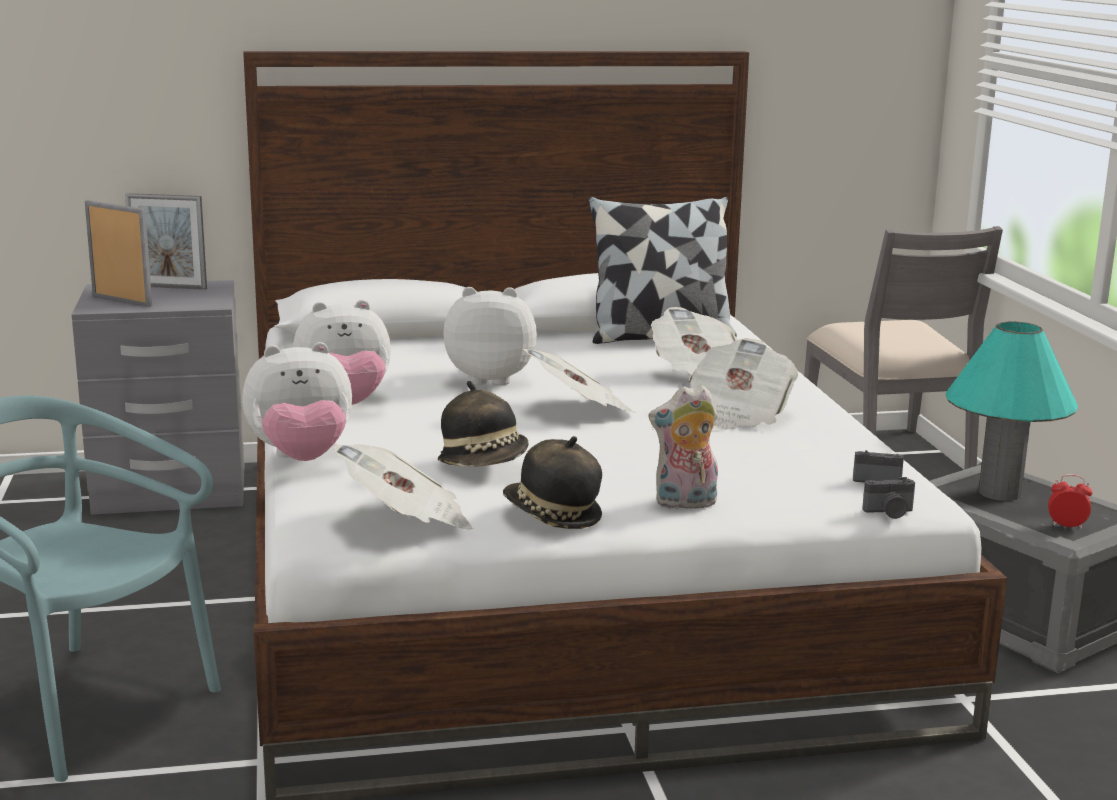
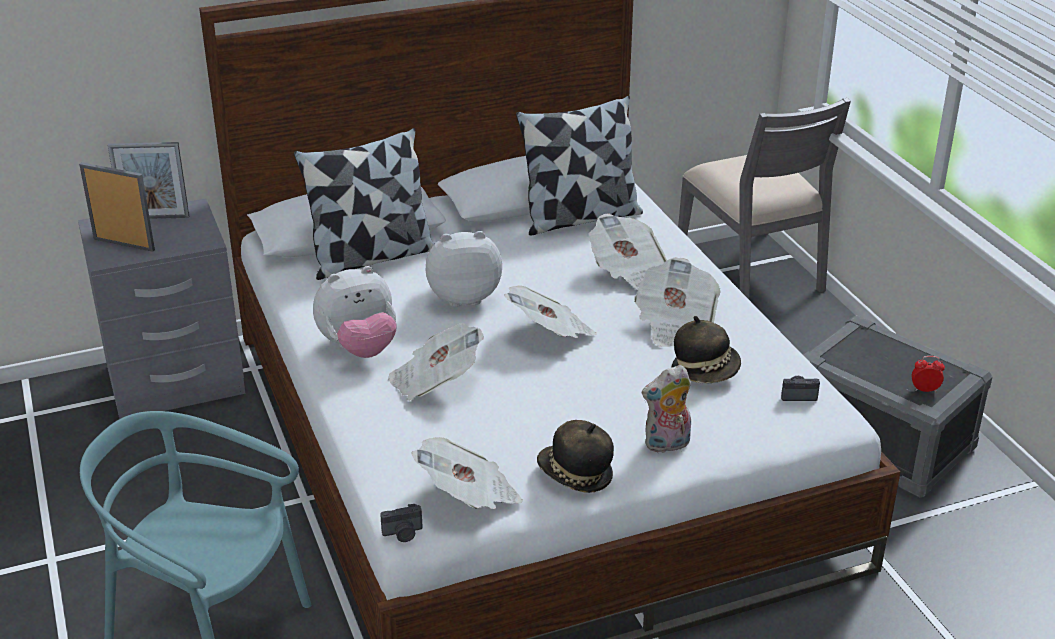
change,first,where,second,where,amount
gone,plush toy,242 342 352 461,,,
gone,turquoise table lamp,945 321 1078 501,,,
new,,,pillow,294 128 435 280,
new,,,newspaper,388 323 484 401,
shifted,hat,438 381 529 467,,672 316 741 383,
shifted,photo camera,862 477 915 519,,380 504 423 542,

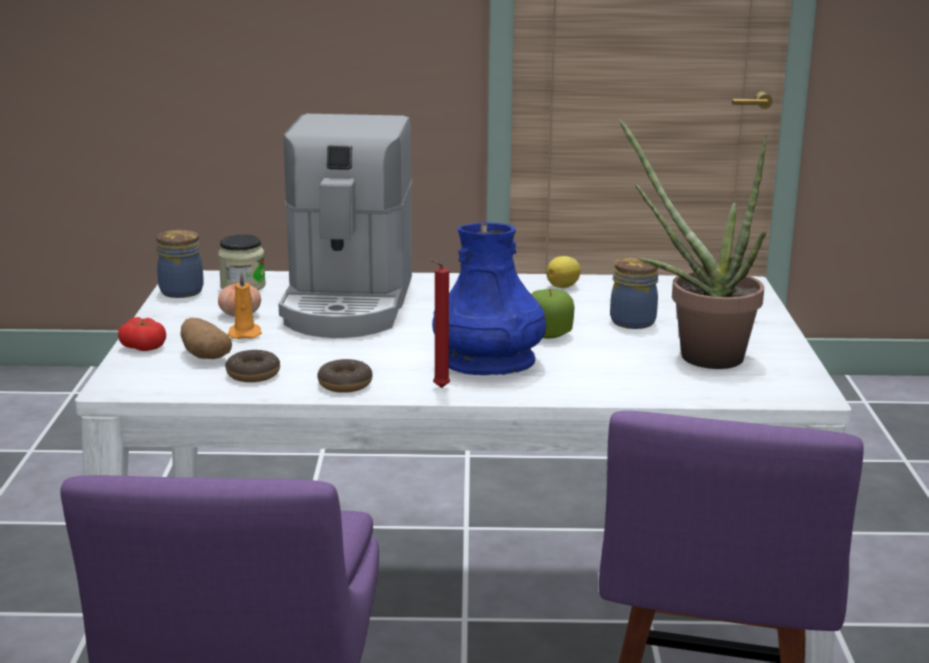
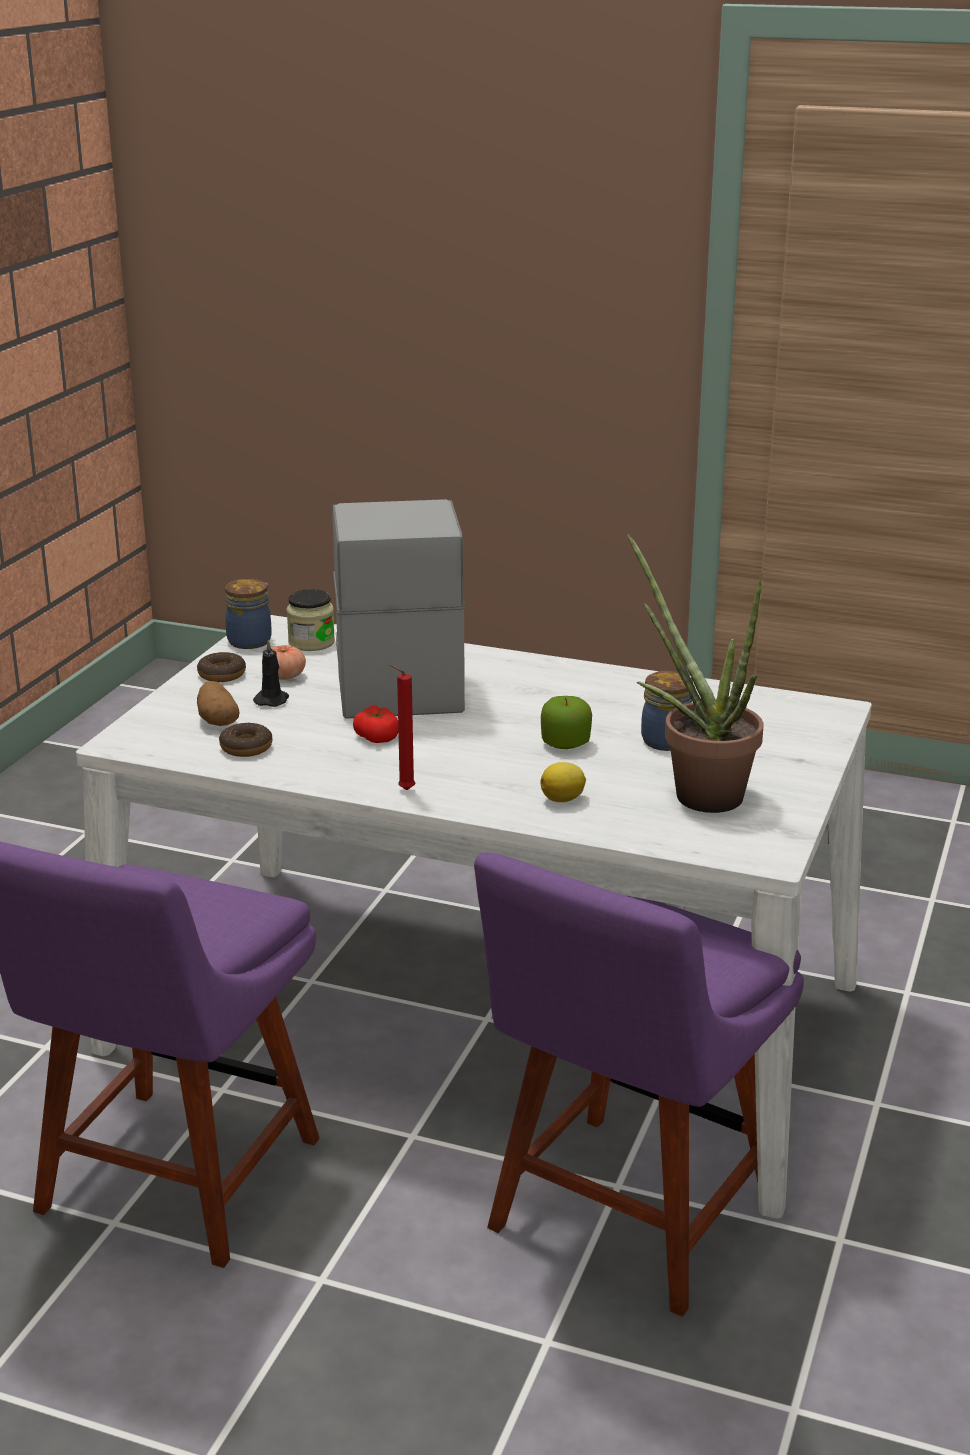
change,first,where,second,where,amount
gone,blue vase,432 222 546 375,,,
shifted,tomato,118 317 166 351,,353 706 398 743,
shifted,donut,317 359 372 393,,197 652 246 682,
shifted,lemon,546 256 581 288,,541 762 586 802,
repainted,orange candle,228 271 262 339,black candle,253 639 289 707,
rotated,coffee machine,278 114 412 338,,332 499 465 719,150 degrees clockwise

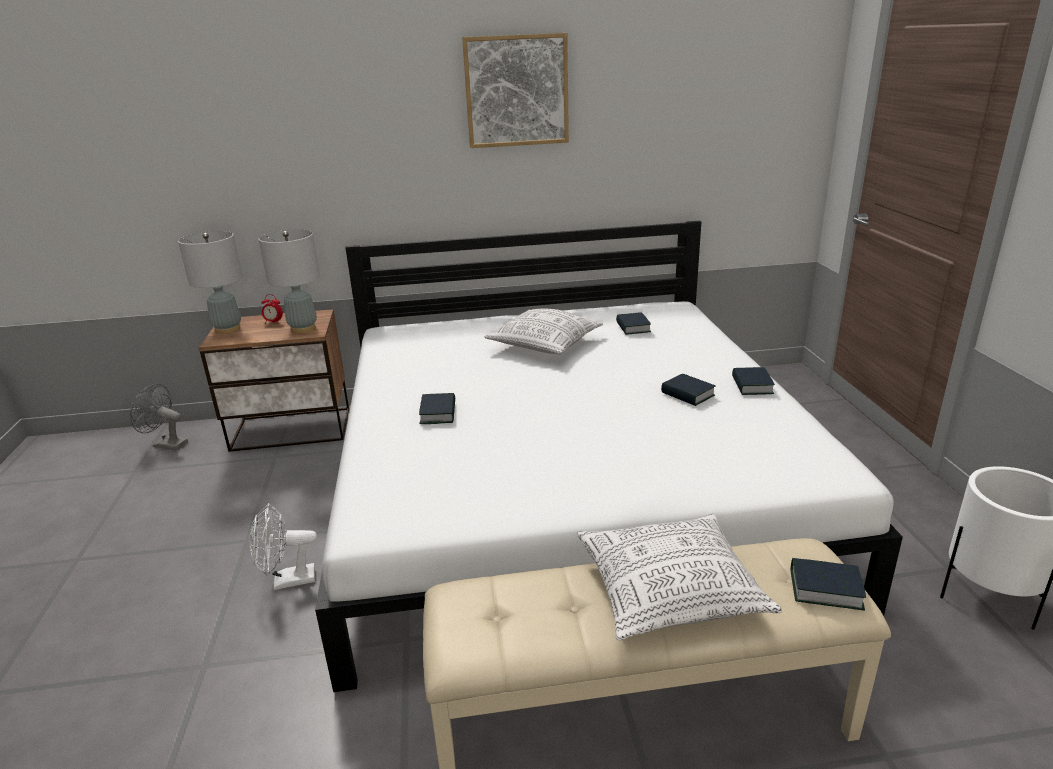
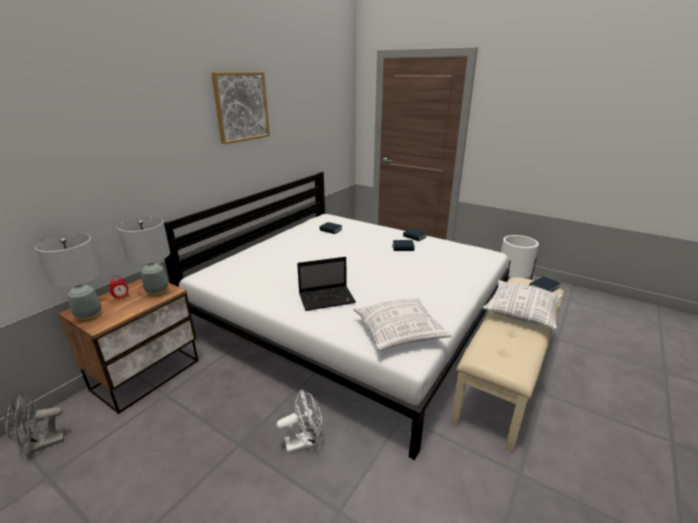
change,first,where,second,where,amount
shifted,pillow,484 309 603 355,,354 298 451 351,
swapped,book,419 393 455 424,laptop,297 257 356 311,
rotated,white fan,249 503 317 590,,277 390 322 453,135 degrees counterclockwise

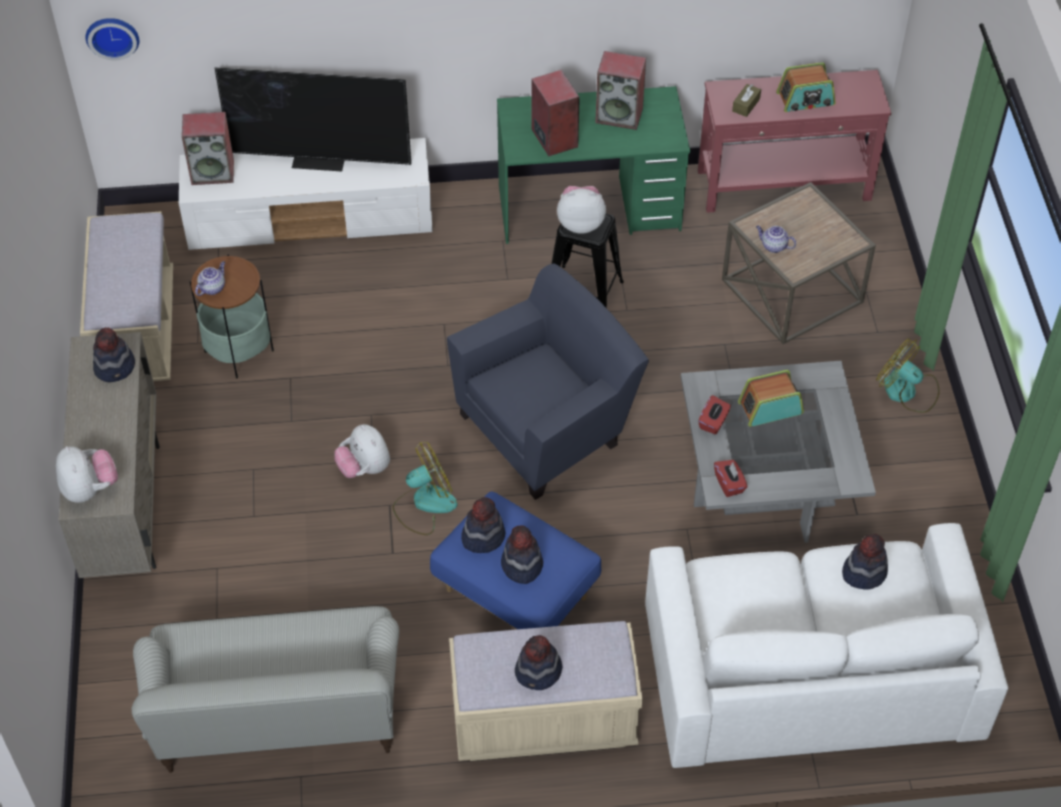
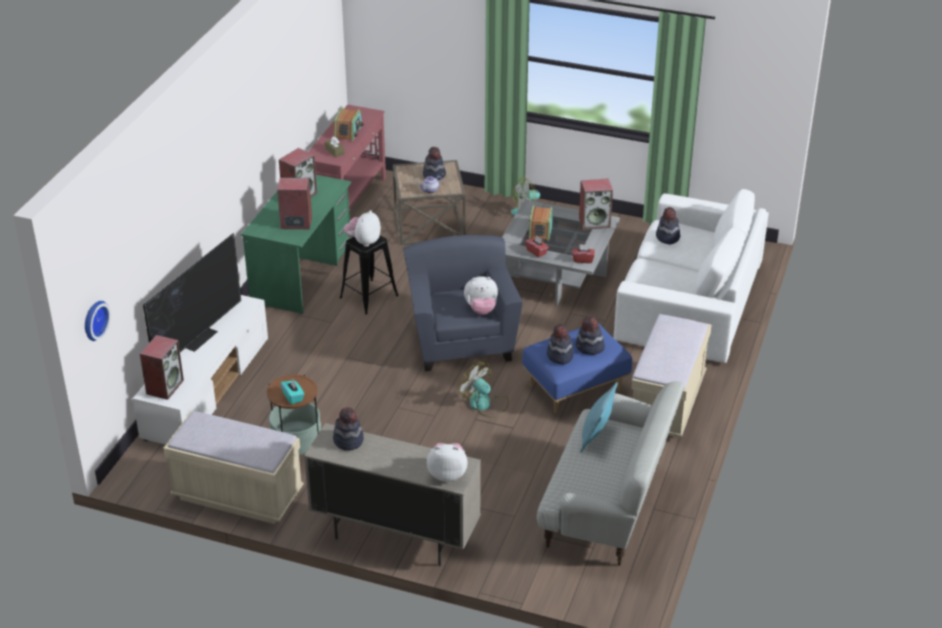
change,first,where,second,where,amount
new,,,speaker,579 178 613 230,
new,,,turquoise pillow,580 382 618 453,
shifted,plush toy,334 424 390 478,,464 276 498 315,
shifted,hat,515 635 562 690,,423 147 446 180,
swapped,teapot,195 261 225 296,turquoise tissue box,281 379 304 404,
rotated,fan,393 442 458 535,,458 362 509 418,45 degrees counterclockwise

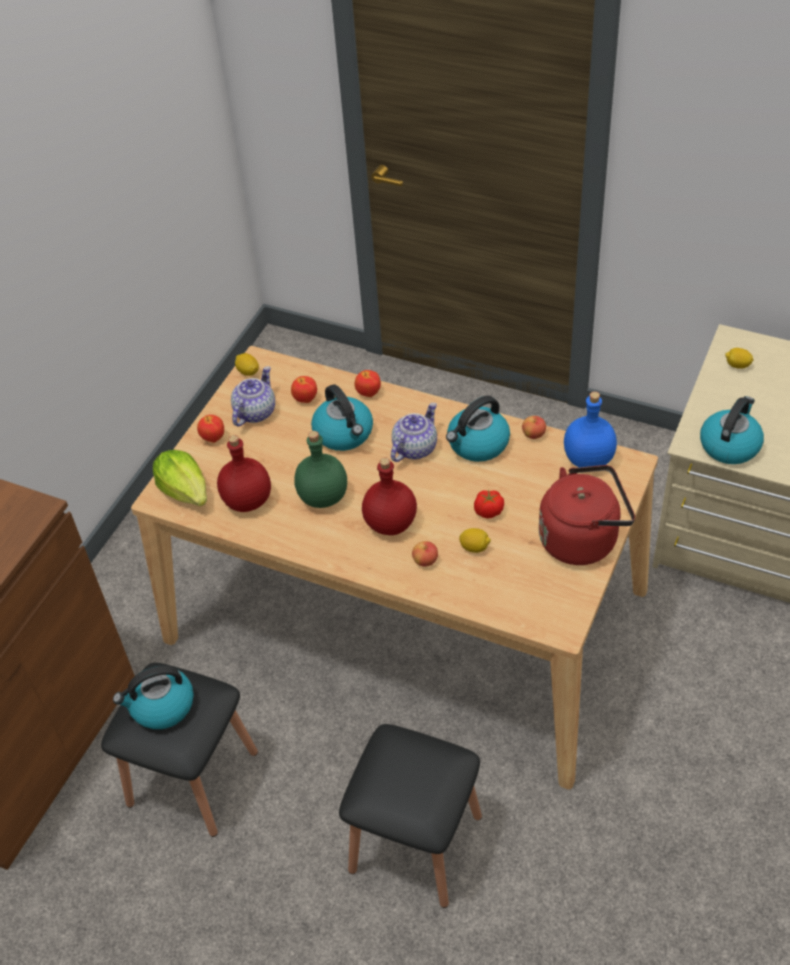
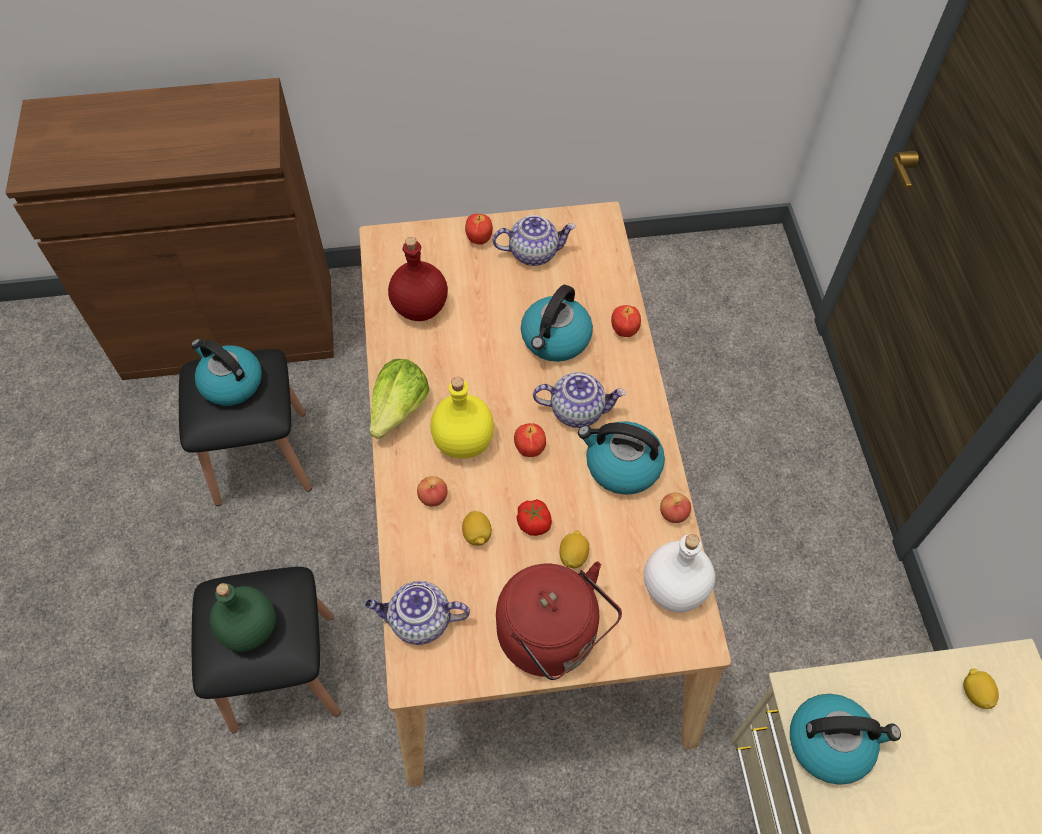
change,first,where,second,where,amount
new,,,teapot,365 581 470 645,
shifted,lettuce,153 450 207 506,,369 359 429 439,
shifted,lemon,235 353 259 376,,560 530 589 569,
shifted,apple,291 376 317 403,,514 423 546 457,
shifted,green bottle,294 431 347 508,,210 583 276 652,
repainted,red bottle,362 457 417 535,yellow bottle,431 377 494 459,
repainted,blue bottle,564 392 617 467,white bottle,644 534 715 613,

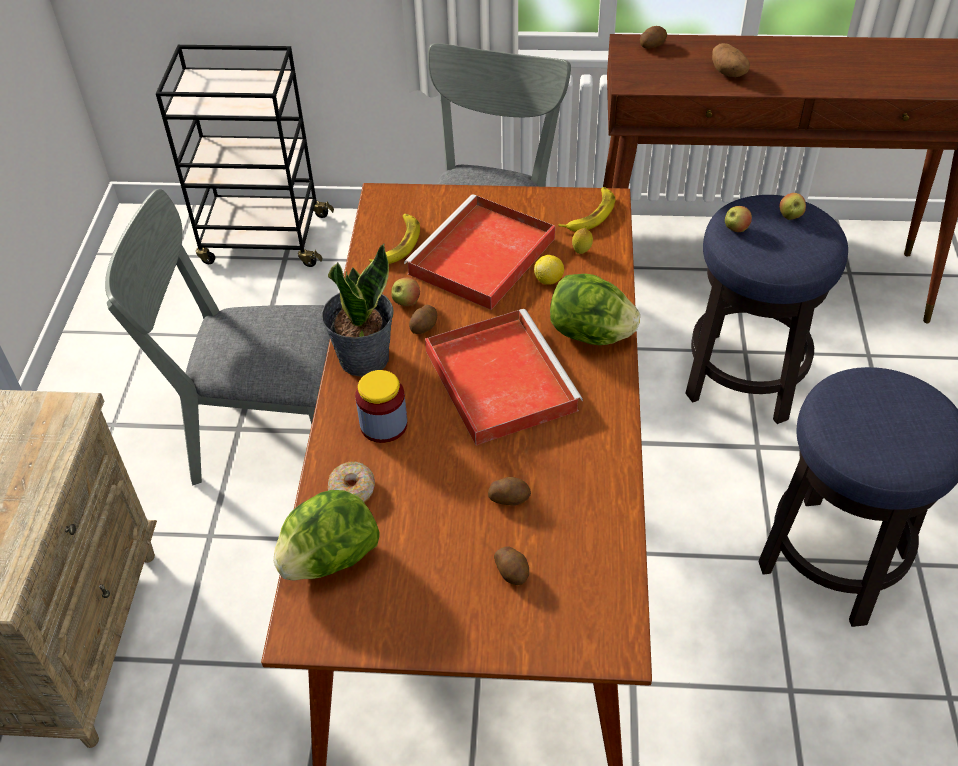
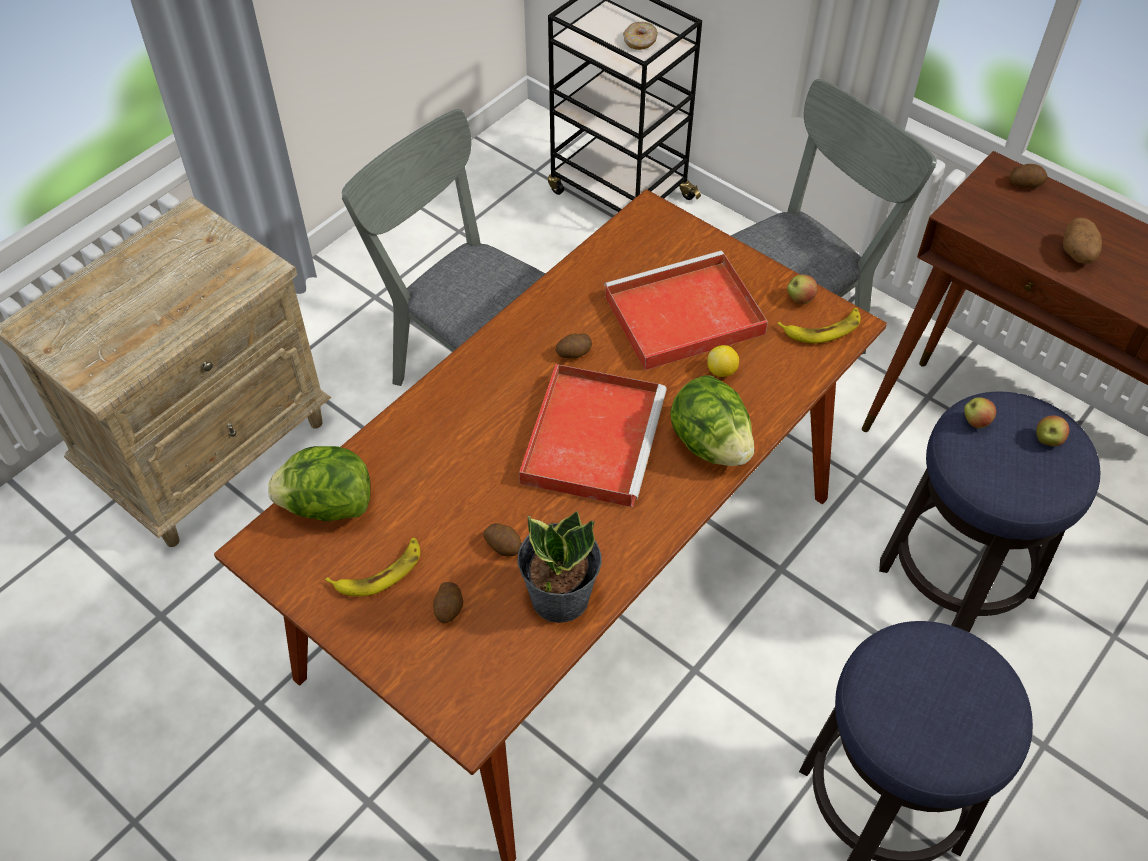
change,first,where,second,where,amount
gone,jar,355 370 407 443,,,
gone,lemon,572 228 593 254,,,
shifted,potted plant,321 244 394 377,,517 511 602 623,
shifted,donut,328 462 375 503,,623 22 658 50,
shifted,banana,370 214 420 264,,325 538 420 596,
shifted,apple,391 277 420 306,,787 275 818 305,

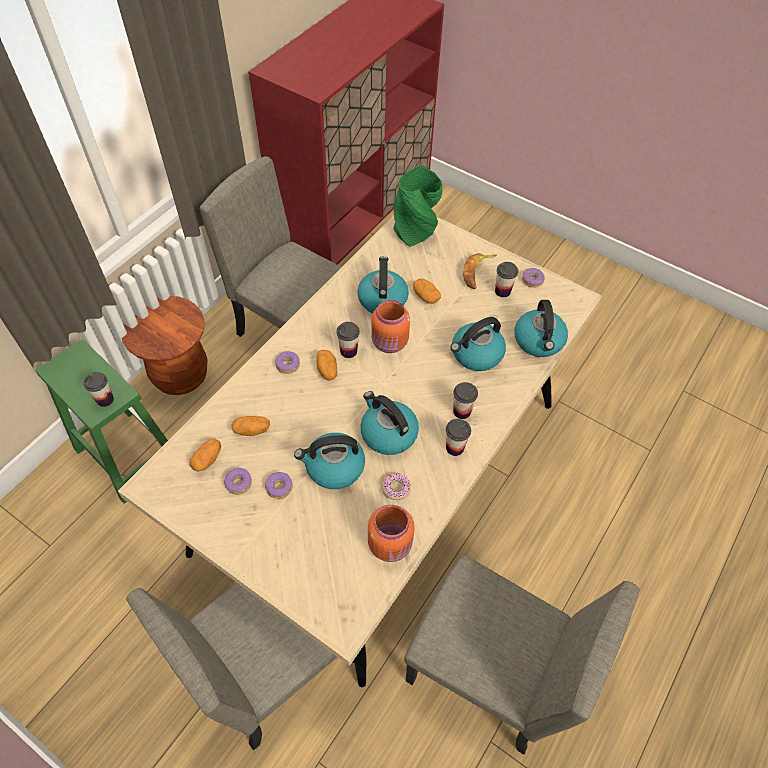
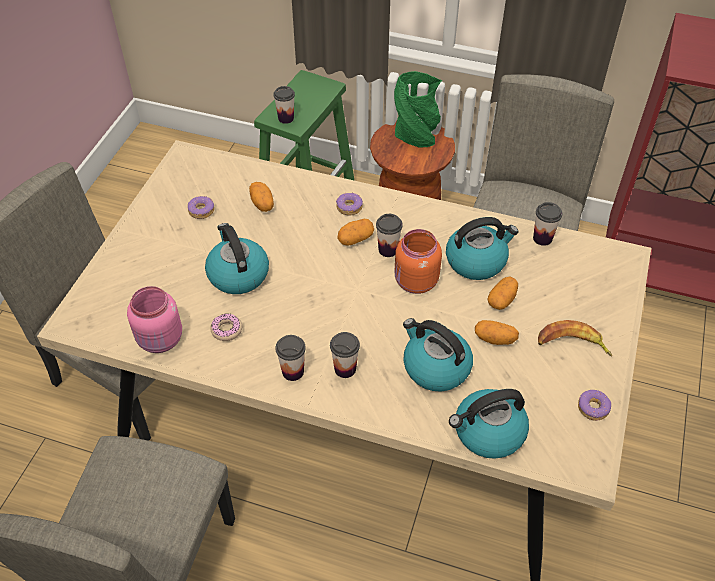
change,first,where,second,where,amount
gone,donut,265 472 293 499,,,
gone,kettle,361 391 419 455,,,
shifted,potato,189 438 221 472,,475 320 519 345,
shifted,green vase,393 165 442 247,,394 71 442 148,
shifted,cup,495 262 518 297,,533 202 562 246,
repainted,orange jar,368 505 415 562,pink jar,127 286 182 353,

